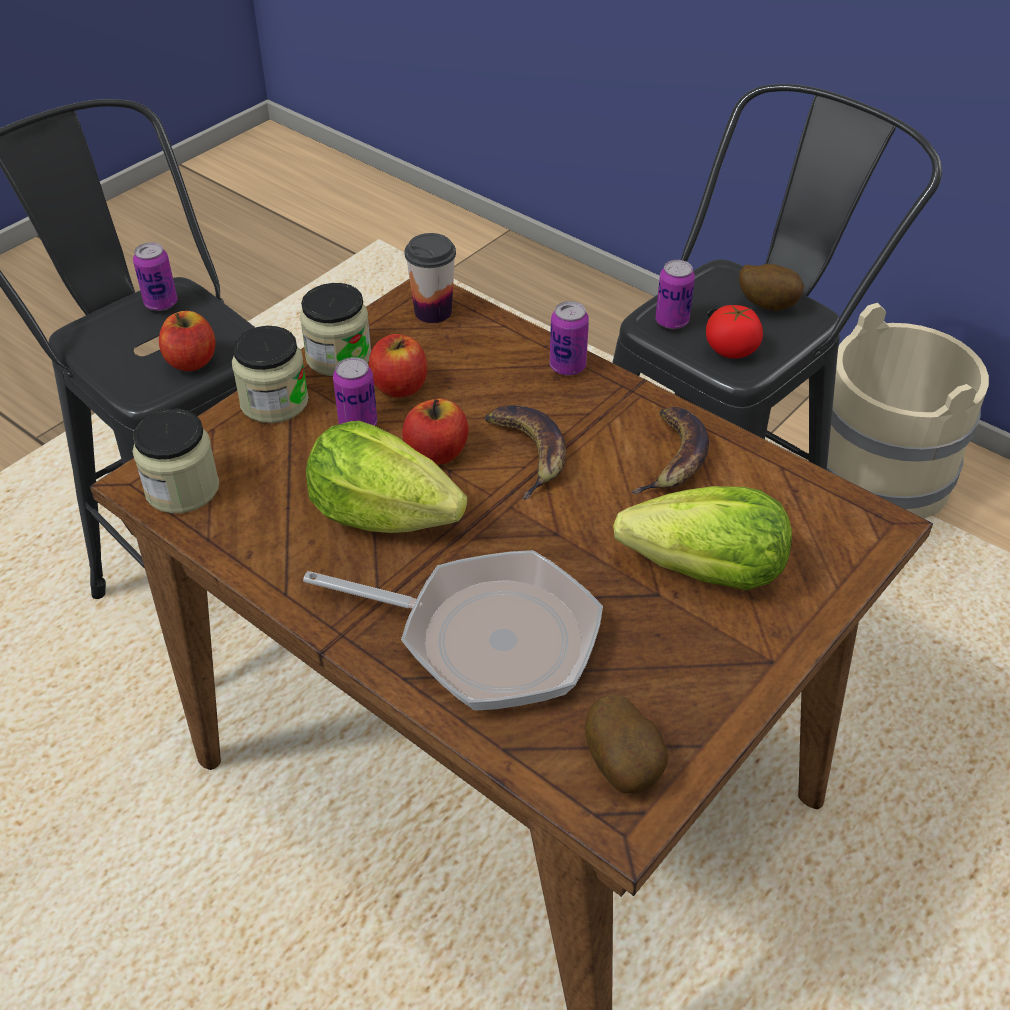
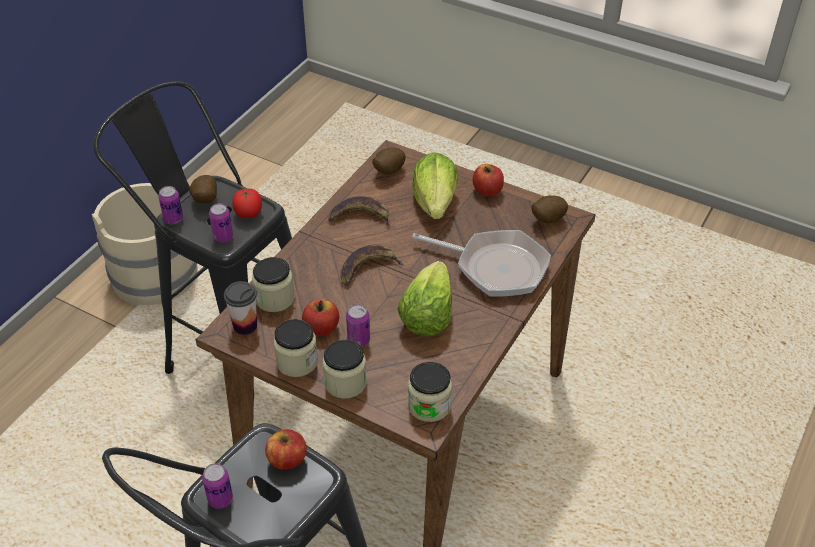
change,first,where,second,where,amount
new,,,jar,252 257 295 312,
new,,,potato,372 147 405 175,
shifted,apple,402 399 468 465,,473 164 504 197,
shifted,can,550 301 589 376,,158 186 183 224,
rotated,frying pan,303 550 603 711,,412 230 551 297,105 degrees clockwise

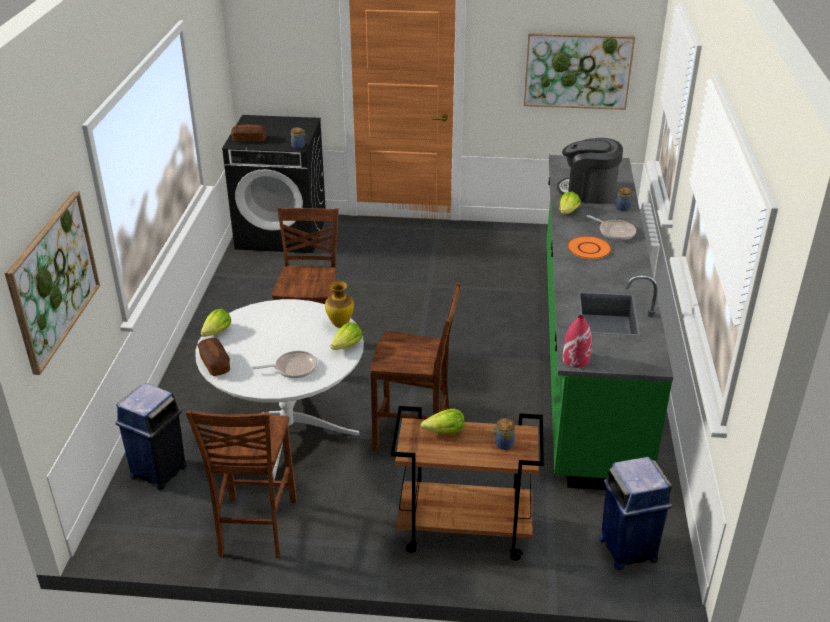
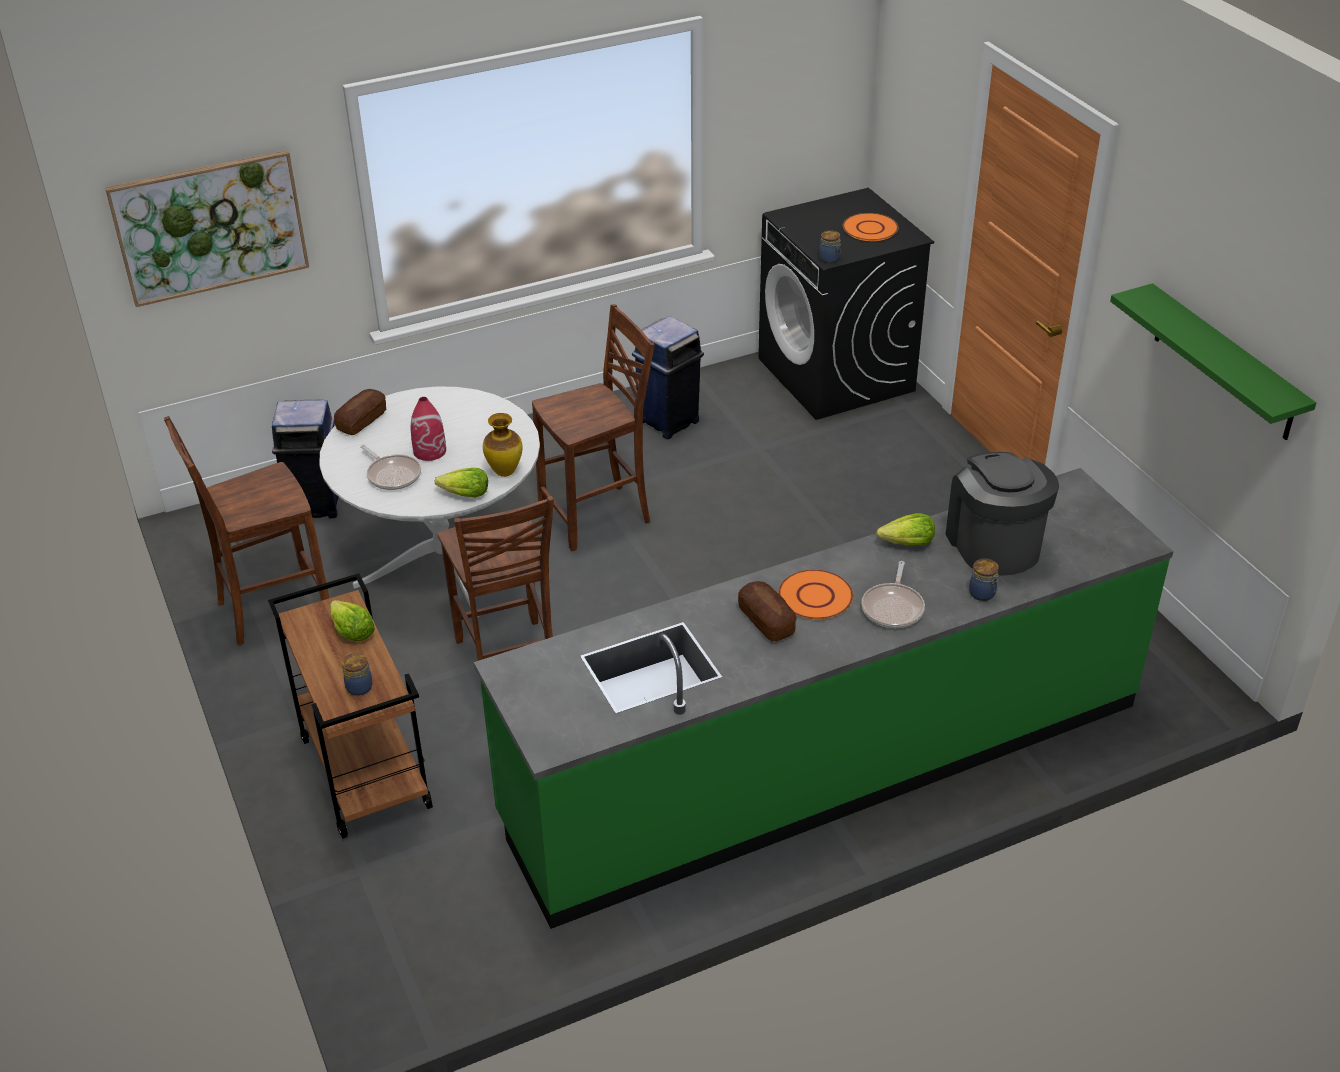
change,first,where,second,where,amount
gone,lettuce,200 309 231 337,,,
new,,,orange plate,843 213 899 241,
shifted,bread,231 124 266 142,,738 581 797 641,
shifted,red vase,563 315 592 368,,411 397 446 461,
shifted,blue trash can,599 457 672 570,,632 316 704 439,
swapped,picture,524 33 635 110,green shelf,1110 283 1316 440,

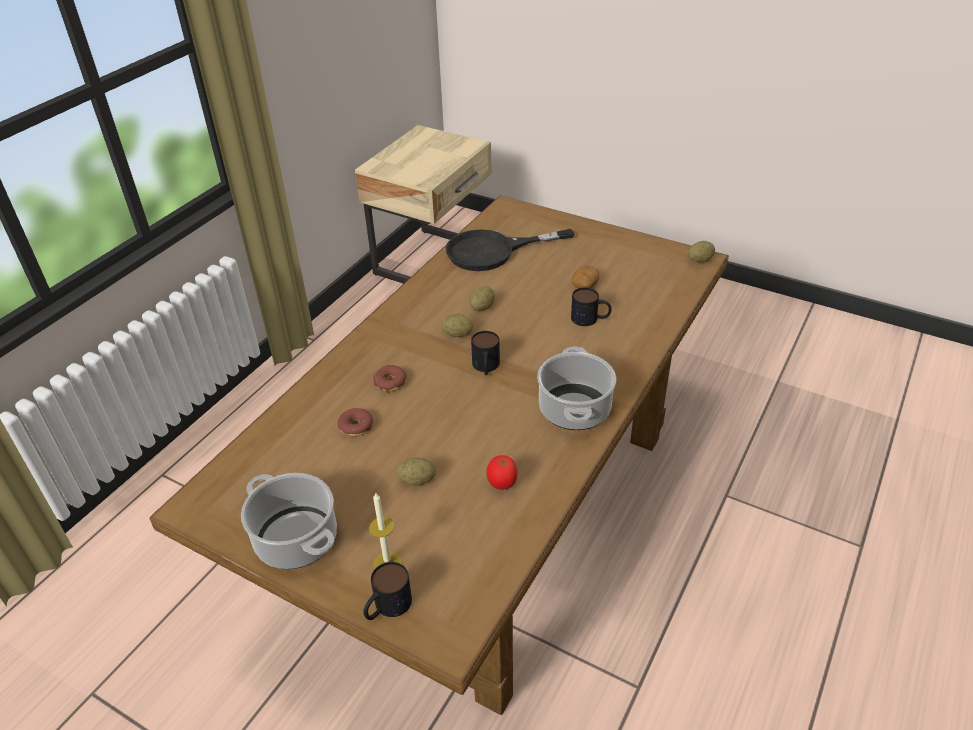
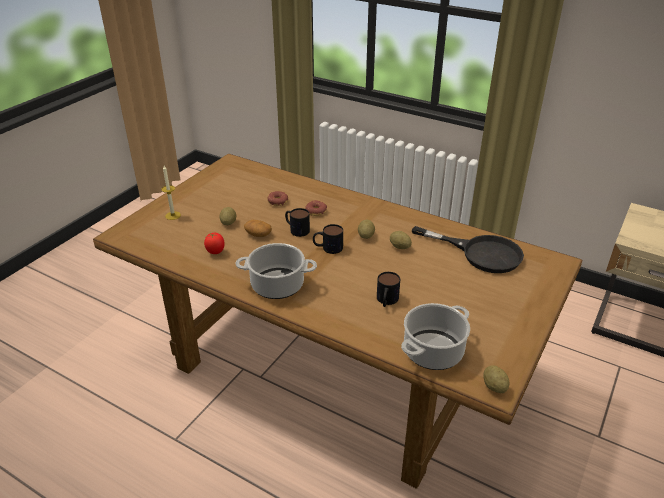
change,first,where,second,where,amount
shifted,cooking pot,241 473 337 569,,401 303 470 370,
shifted,mug,364 562 412 620,,285 208 310 237,
shifted,potato,572 265 599 288,,244 220 272 237,
rotated,black frying pan,445 229 575 271,,412 226 524 273,135 degrees clockwise

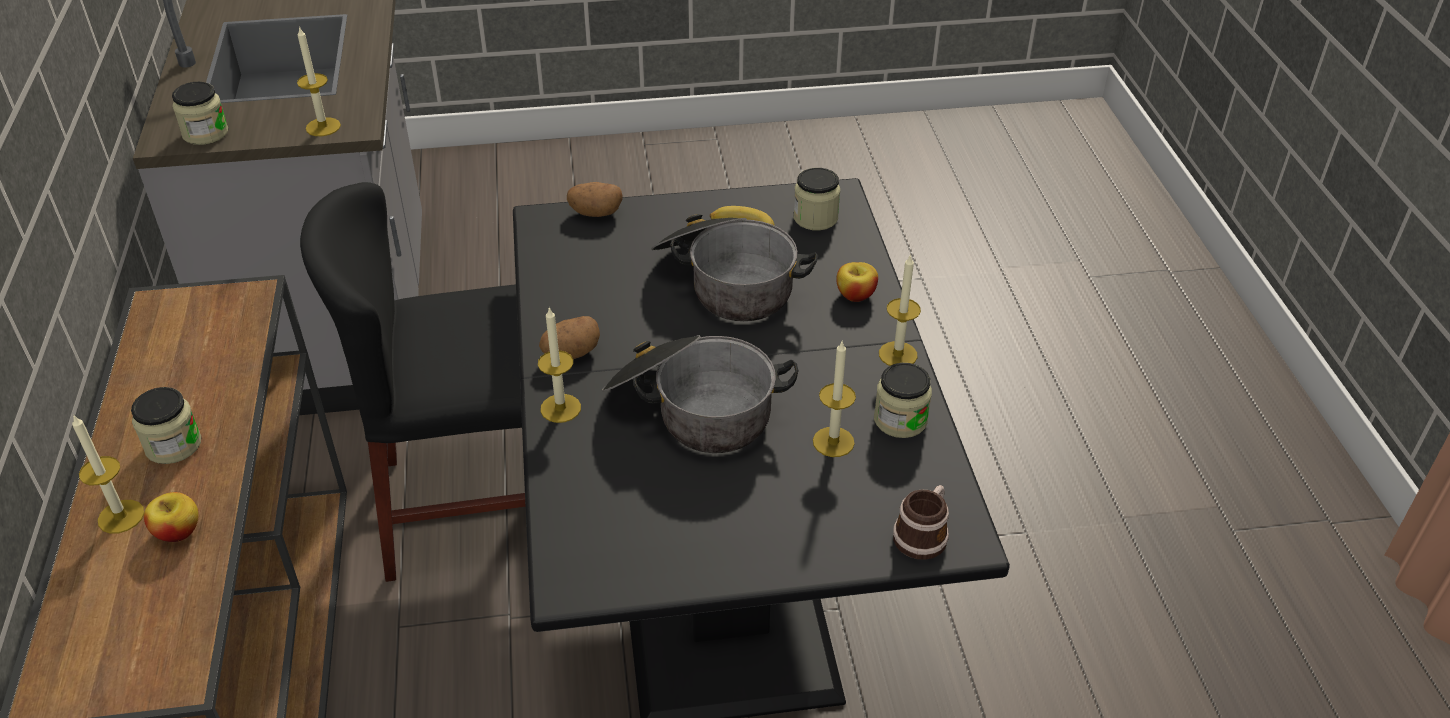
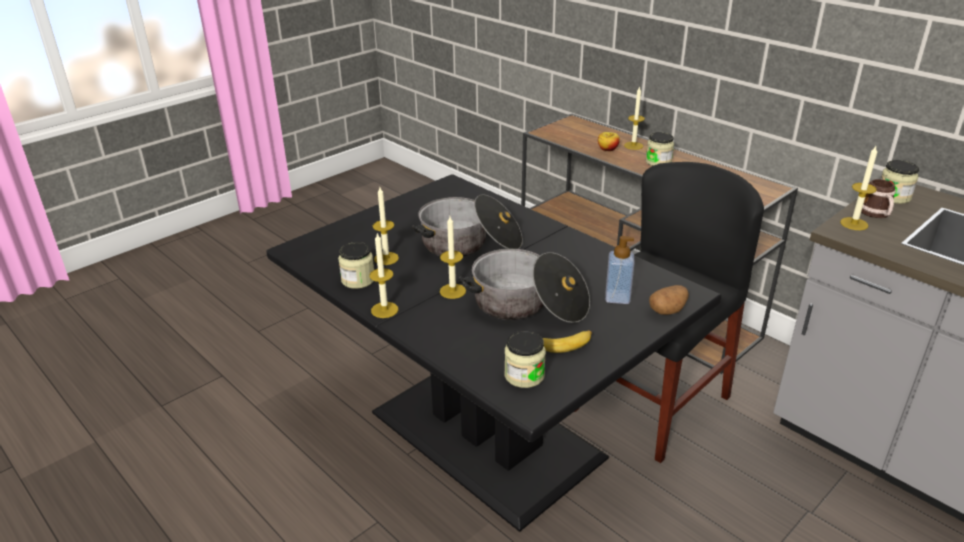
change,first,where,second,where,amount
gone,potato,539 316 600 359,,,
gone,apple,836 262 878 302,,,
new,,,soap dispenser,605 236 634 304,
shifted,candle,538 307 581 423,,440 216 466 299,
shifted,mug,893 485 949 560,,861 179 896 218,

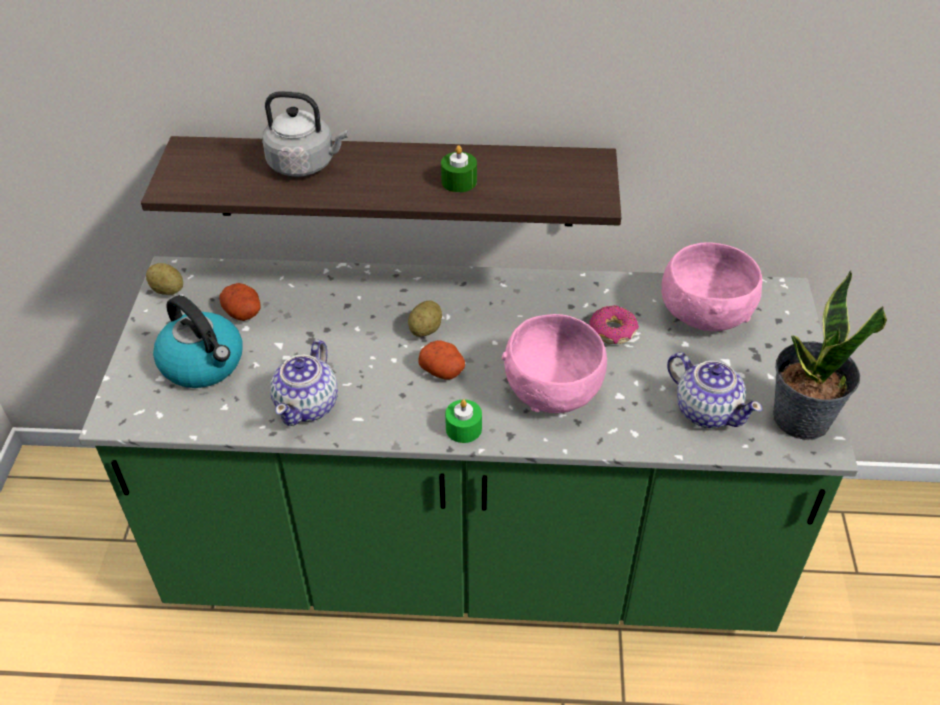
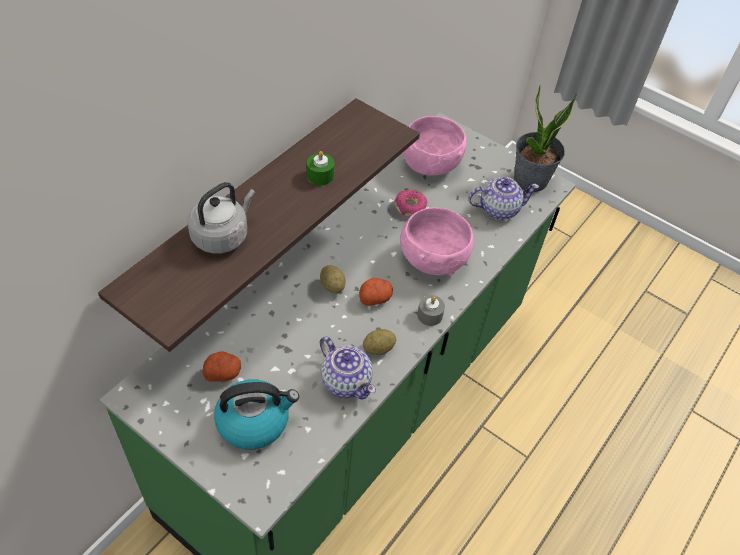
change,first,where,second,where,amount
shifted,potato,146 263 183 295,,363 329 396 355,
repainted,green candle,445 399 482 443,grey candle,417 295 445 326,

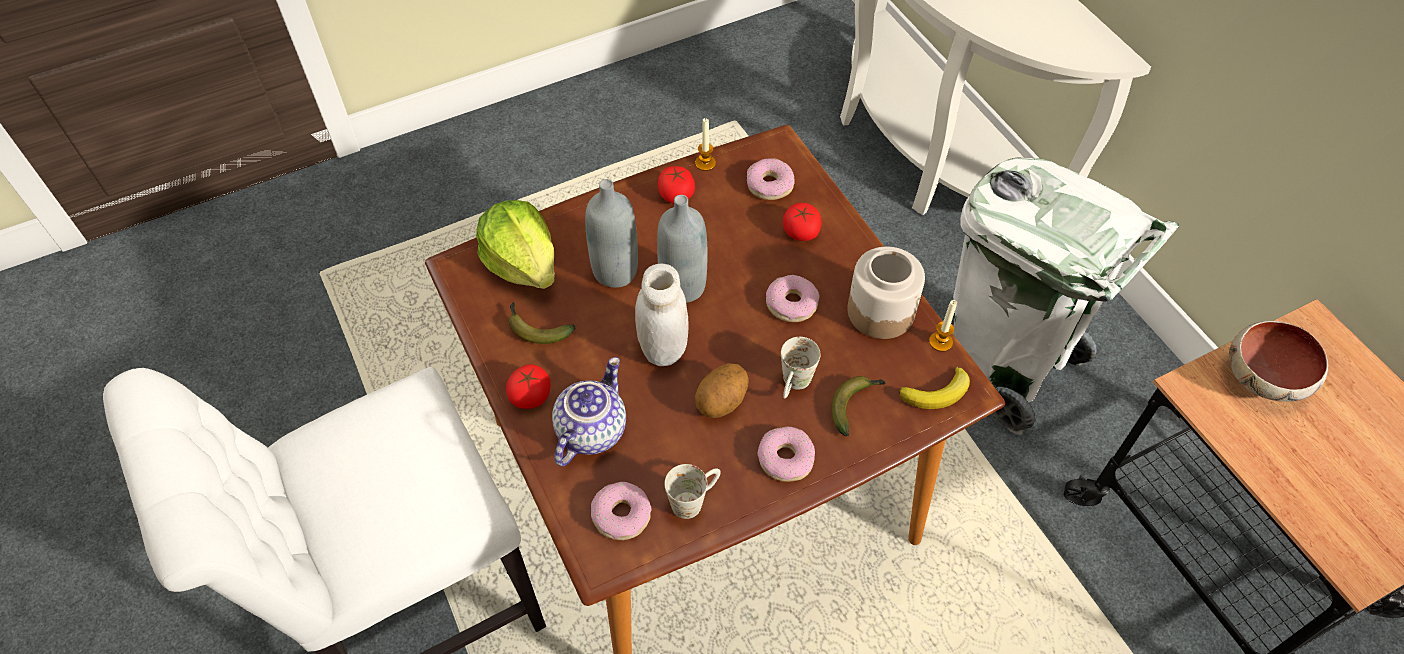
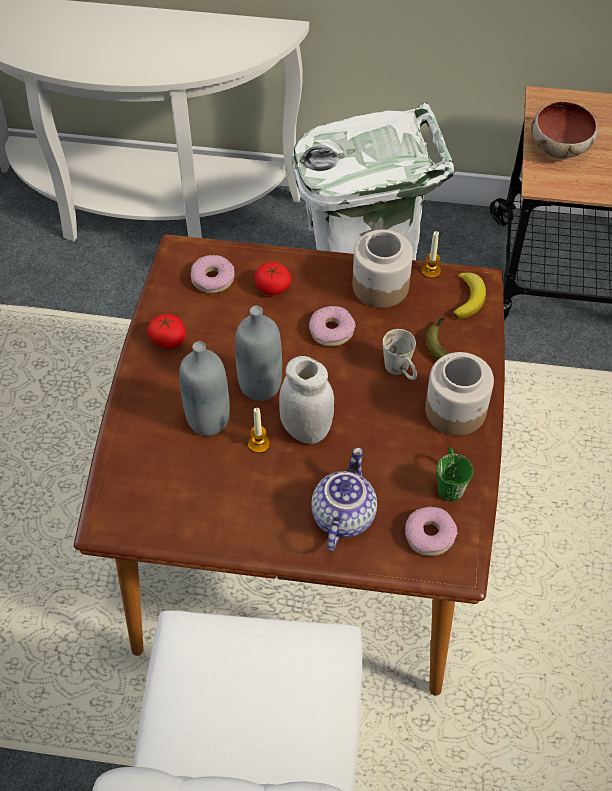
change,first,where,second,where,amount
gone,lettuce,476 200 555 289,,,
gone,tomato,506 364 550 409,,,
gone,banana,509 302 575 344,,,
gone,potato,695 363 749 418,,,
shifted,candle,695 118 716 171,,248 408 270 453,
swapped,donut,757 427 815 482,jar,425 352 494 436,
repainted,white mug,664 464 721 519,green mug,437 447 473 501,
rotated,teapot,552 357 626 466,,311 447 377 551,45 degrees clockwise

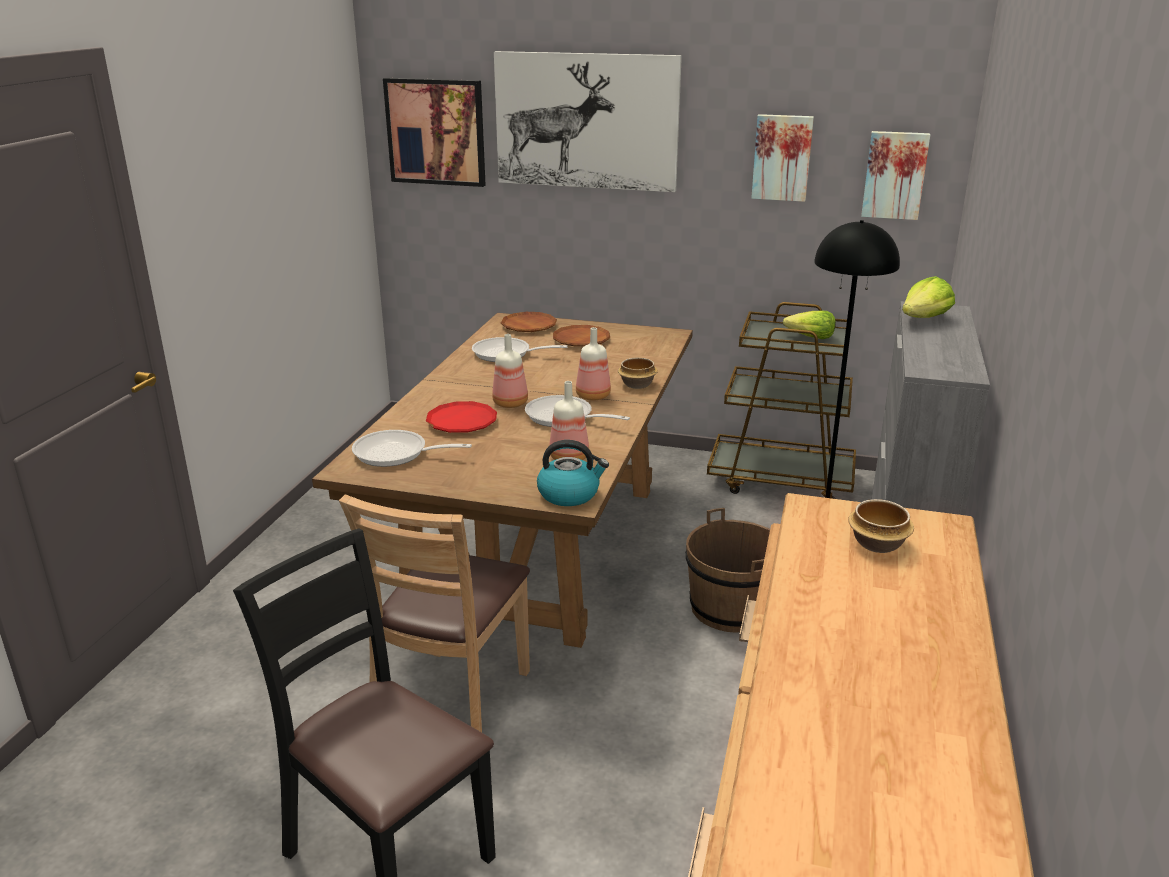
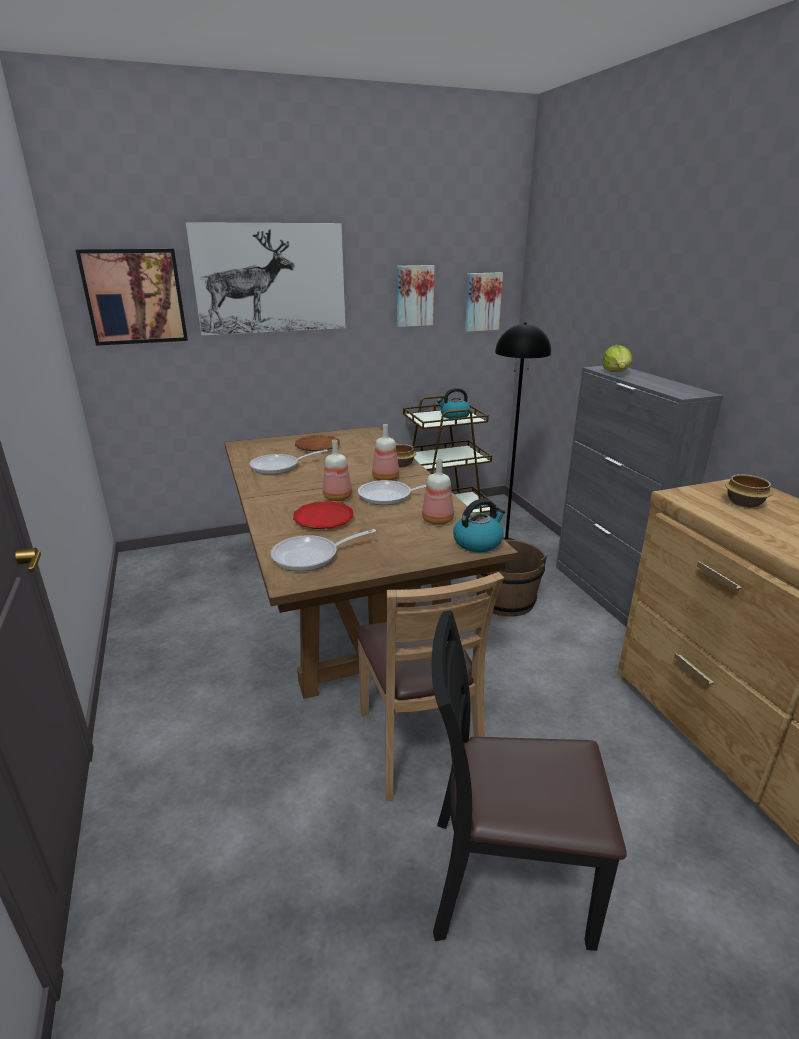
change,first,where,second,where,amount
gone,brown plate,501 312 557 332,,,
swapped,lettuce,783 310 836 339,kettle,437 388 470 419,

